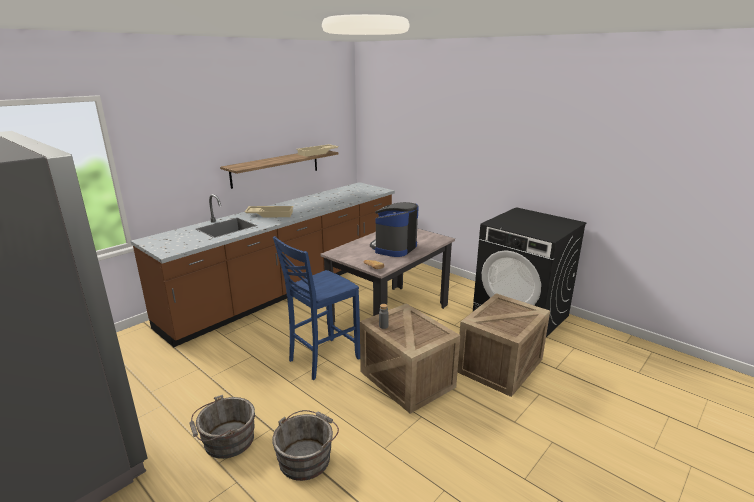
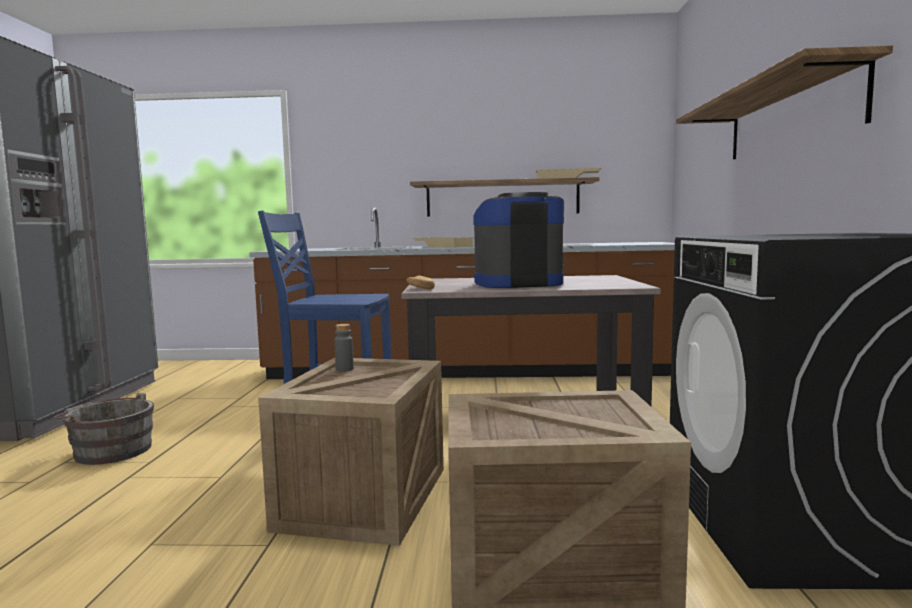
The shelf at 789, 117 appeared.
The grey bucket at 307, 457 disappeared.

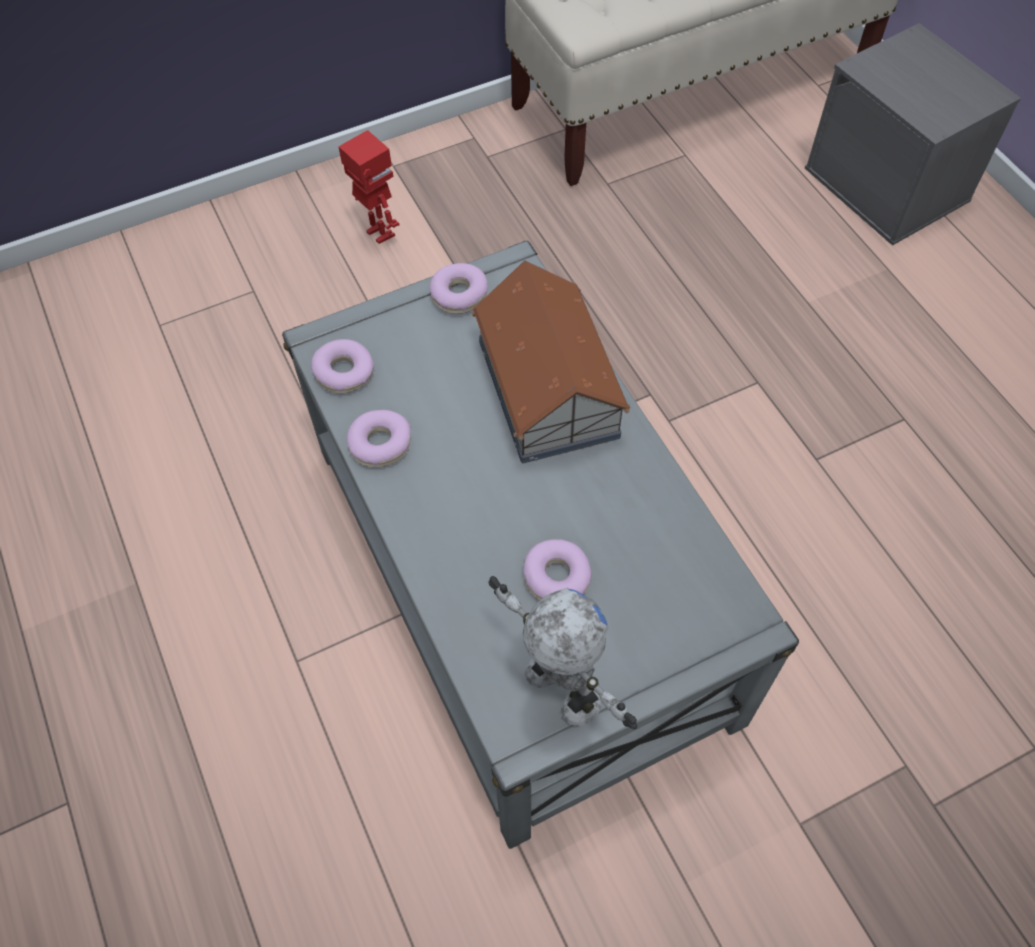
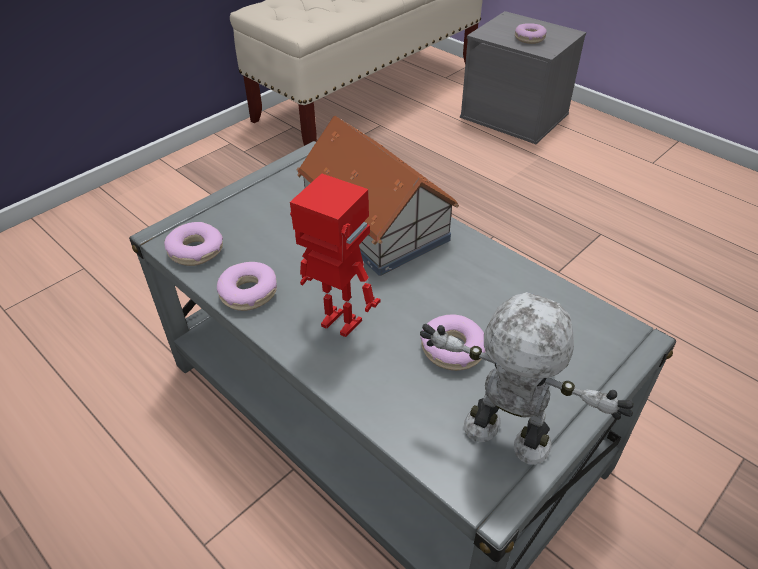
The toy robot moved from 379, 234 to 339, 324.
The donut moved from 459, 295 to 529, 38.

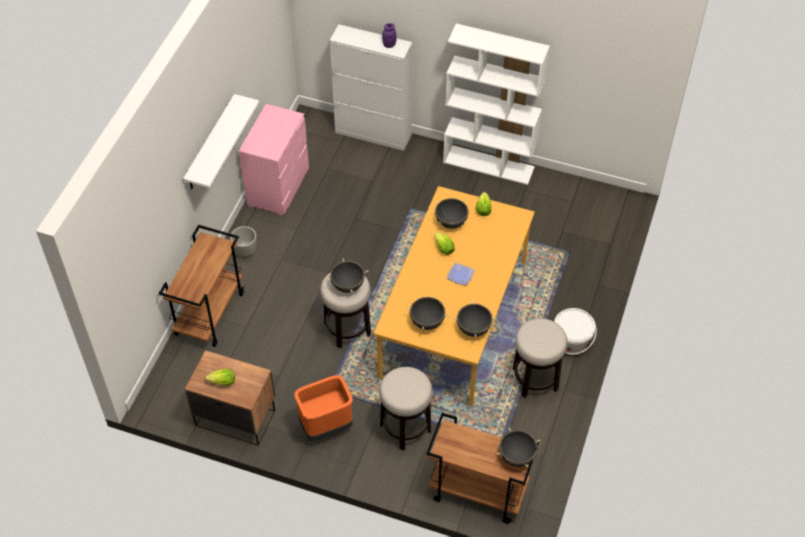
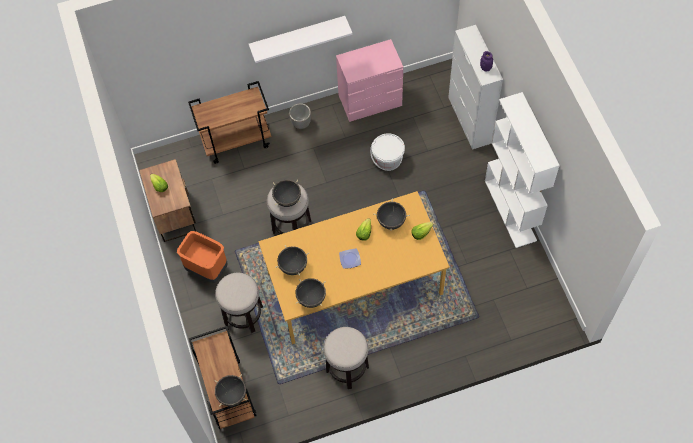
The whitish bucket moved from 571, 342 to 388, 160.

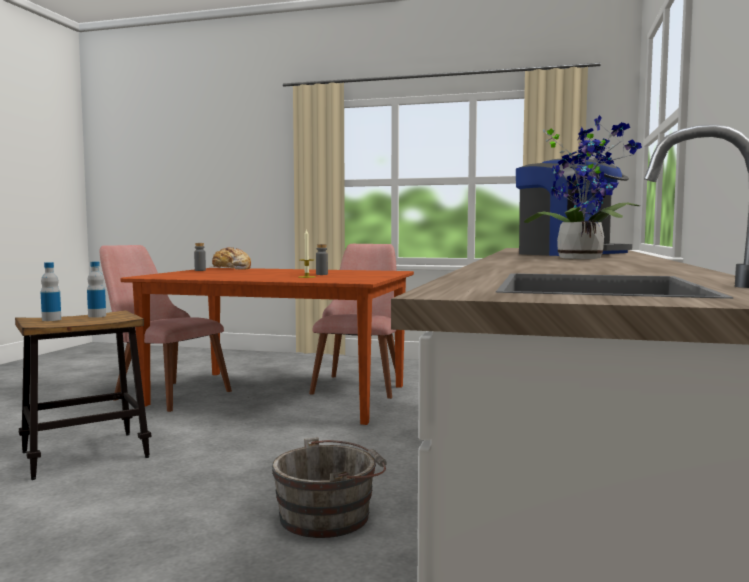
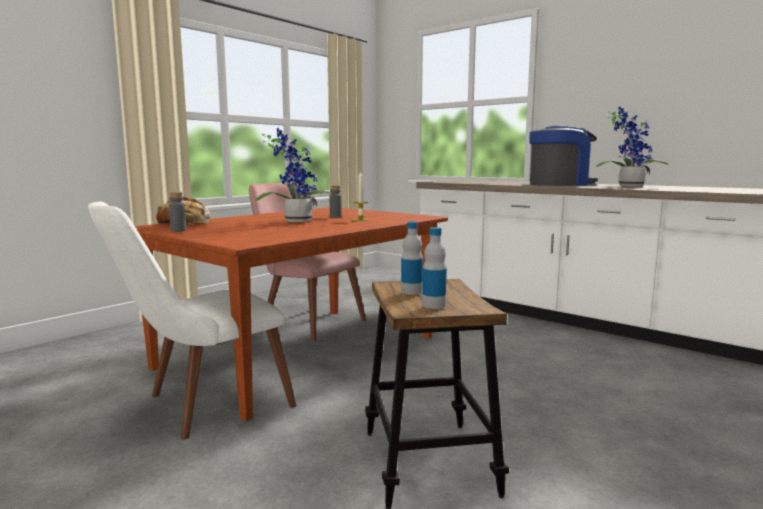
The pink-coloured chair at 161, 394 became the whitish chair at 202, 405.
The plant in a pot at 296, 221 appeared.
The grey bucket at 330, 516 disappeared.

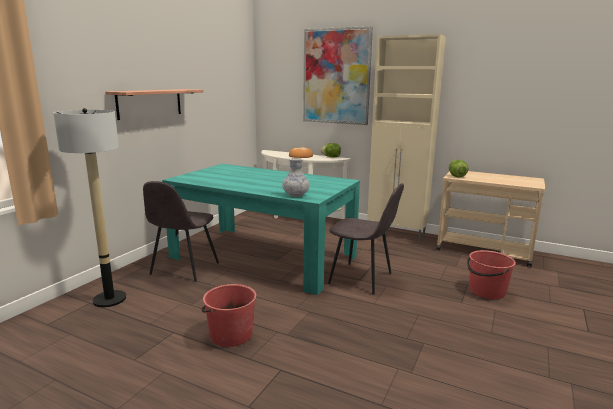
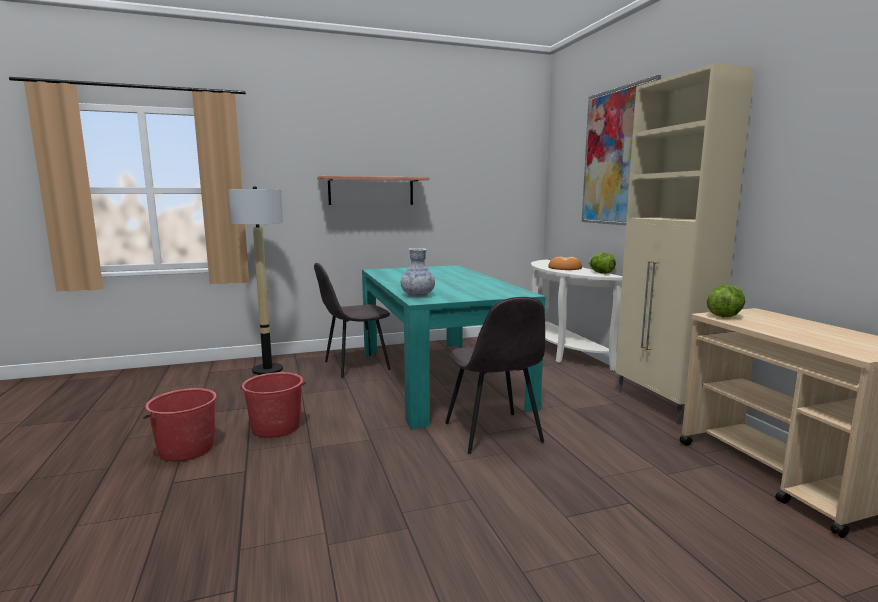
The red bucket moved from 486, 291 to 186, 449.

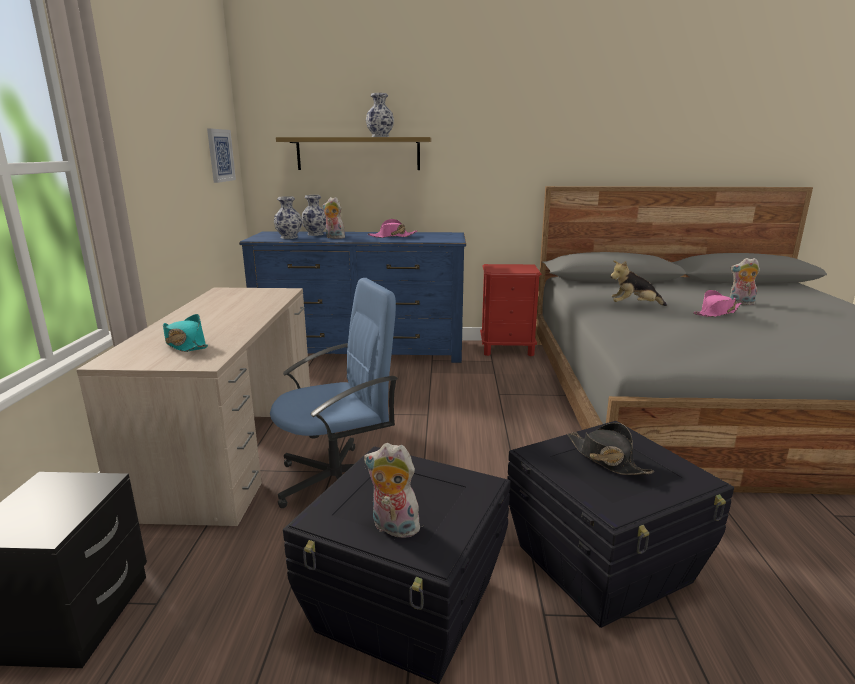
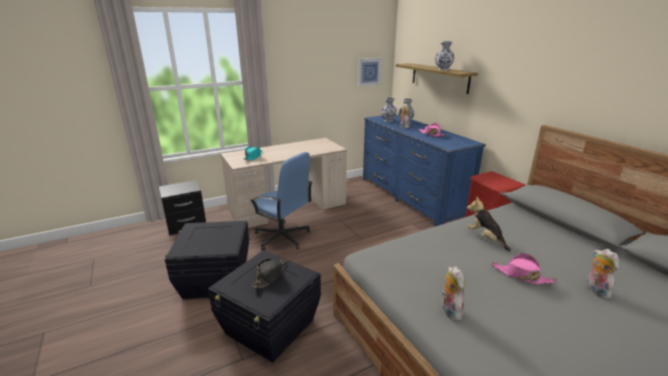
The soft toy moved from 393, 528 to 449, 310.

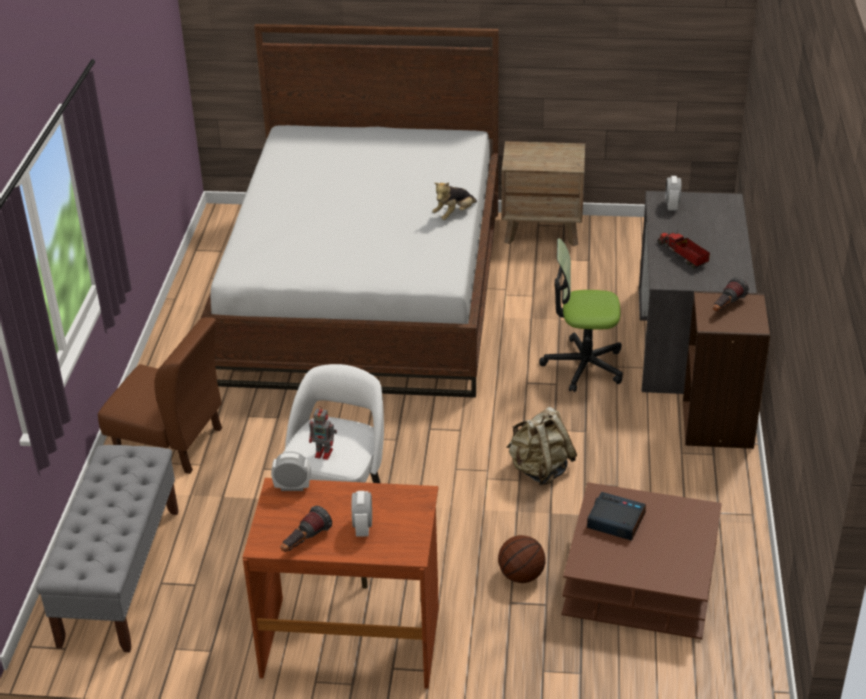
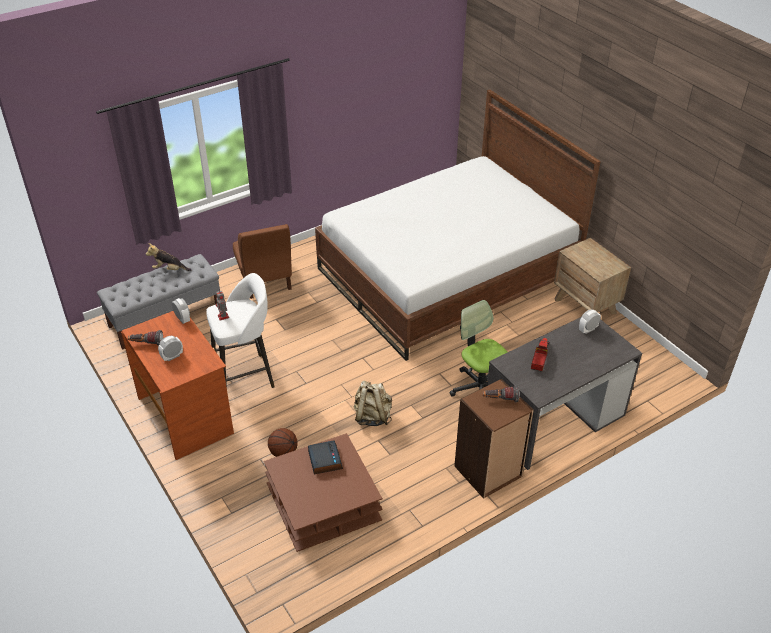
The soft toy moved from 454, 214 to 169, 269.

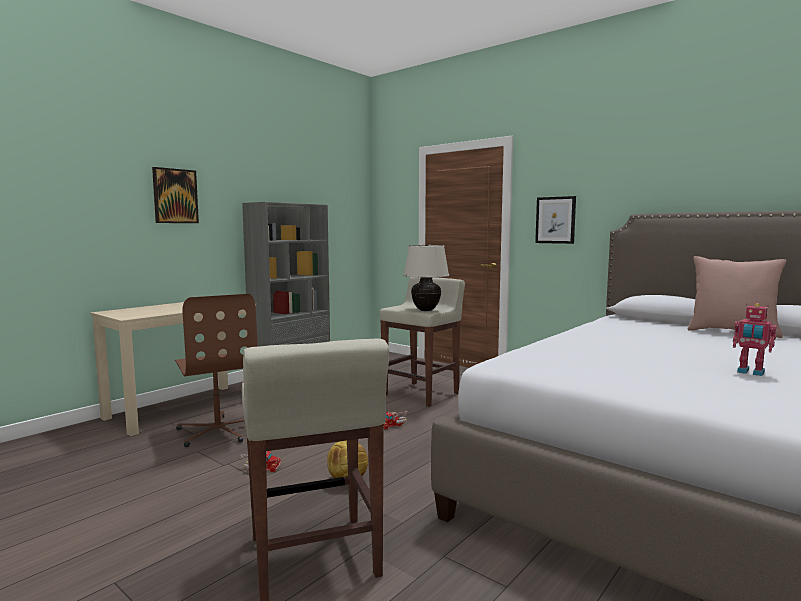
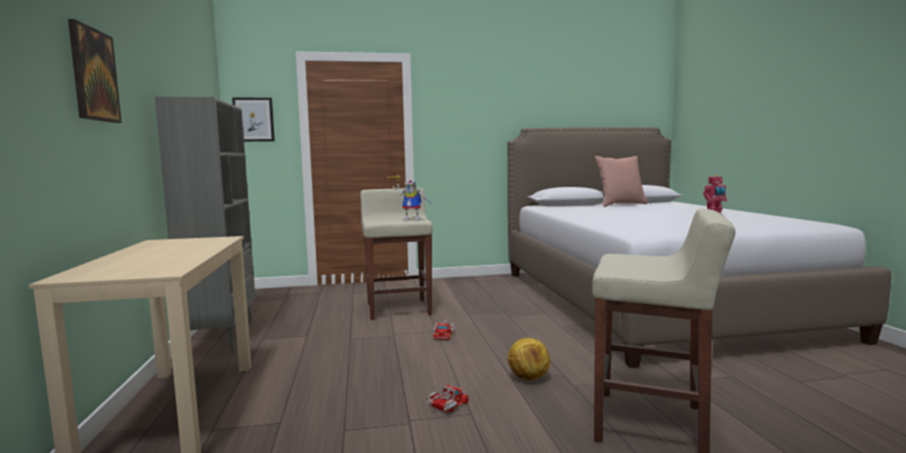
The picture moved from 555, 220 to 253, 119.
The beige-coloured table lamp at 426, 310 was replaced by the toy robot at 414, 220.
The brown desk chair at 218, 431 disappeared.

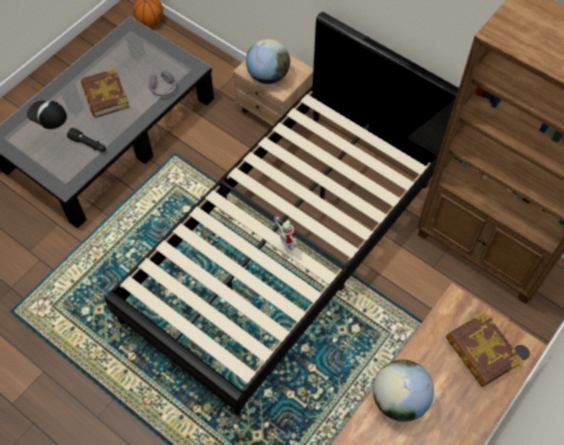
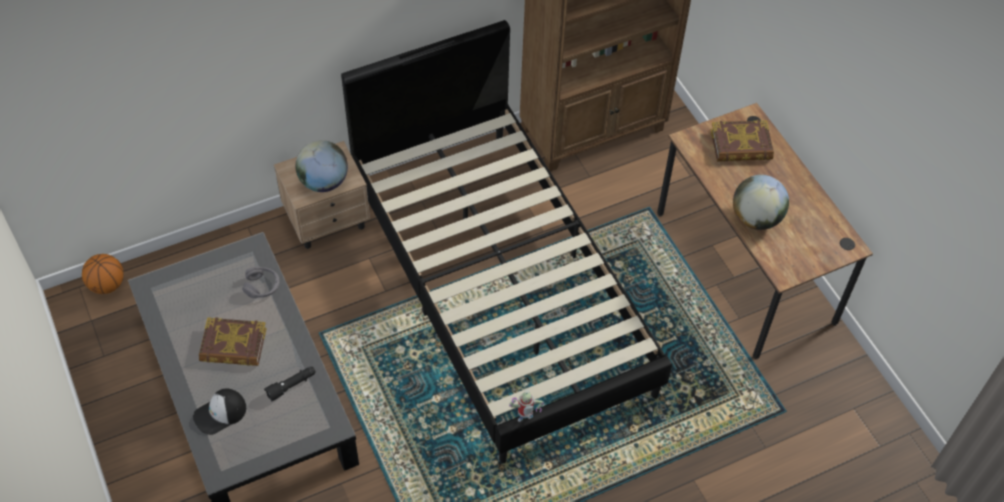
The toy robot moved from 286, 247 to 524, 420.

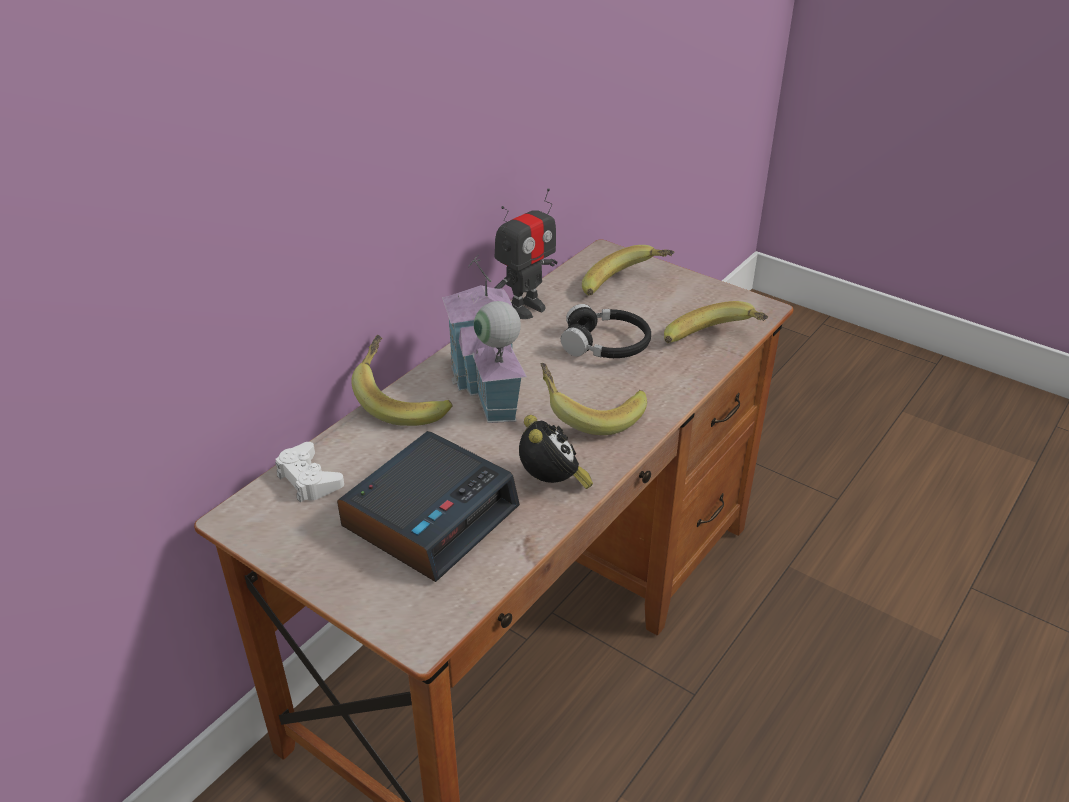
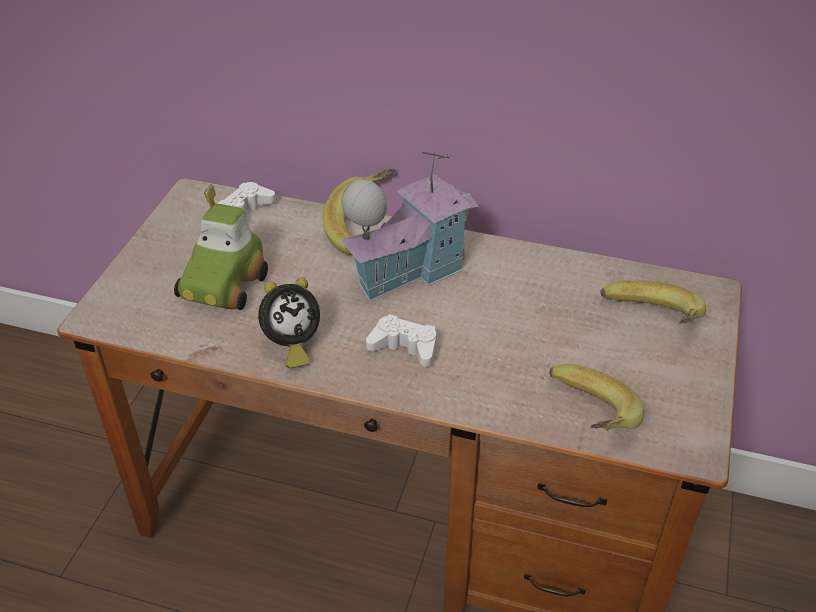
The alarm clock at 431, 516 was replaced by the toy car at 224, 285.
The banana at 590, 413 was replaced by the whitish joypad at 404, 346.
The toy robot at 525, 308 disappeared.
The black headphones at 606, 345 disappeared.

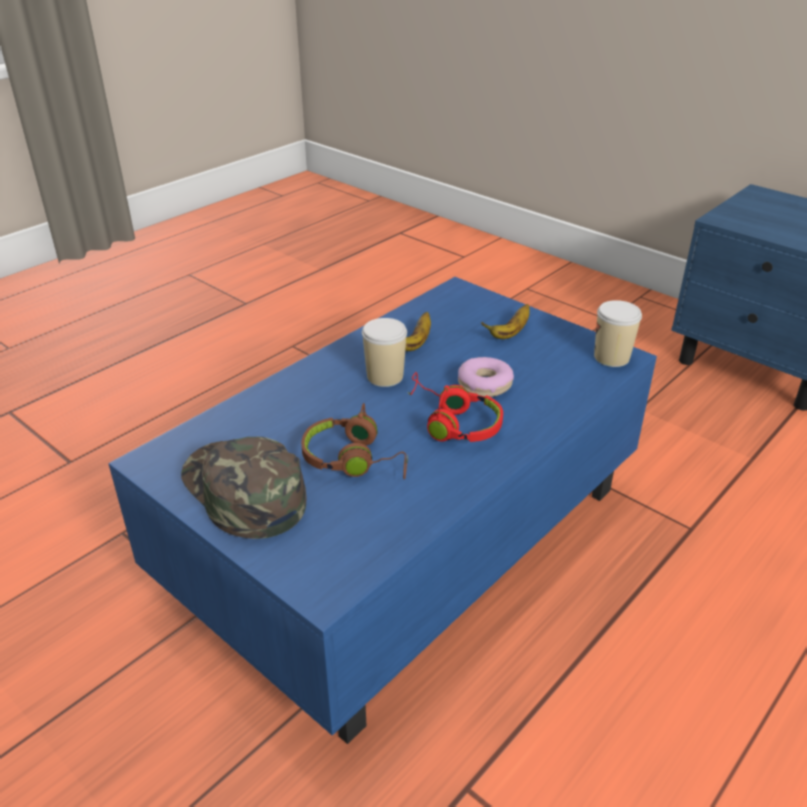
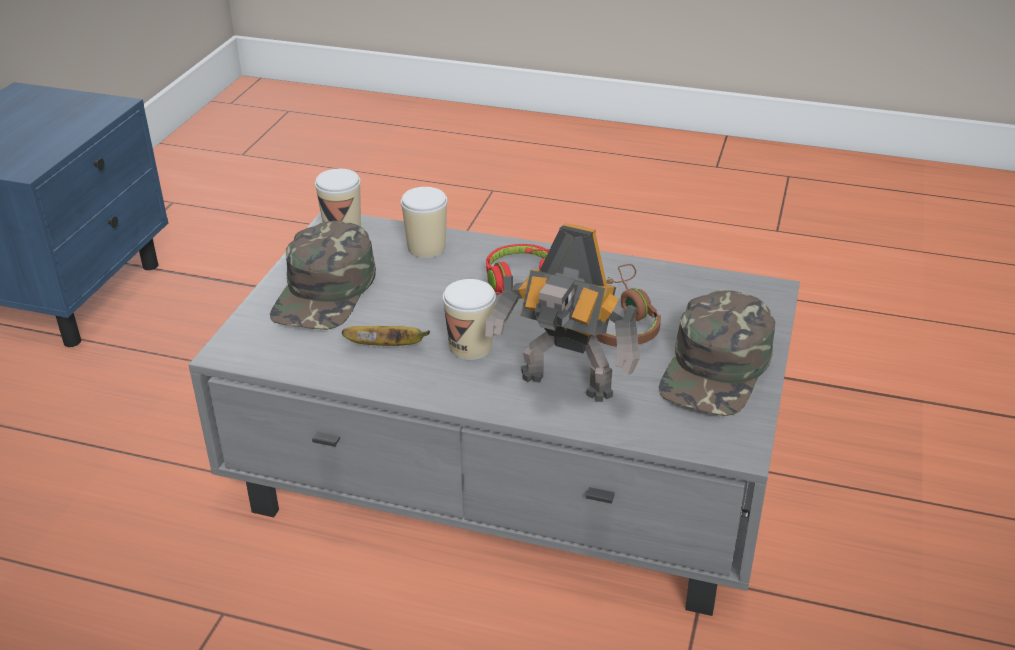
The blue low table at 403, 539 became the grey low table at 514, 472.
The banana at 510, 333 was replaced by the green-coloured peaked cap at 326, 291.
The cup at 426, 248 appeared.
The toy robot at 565, 387 appeared.
The donut at 485, 384 disappeared.

